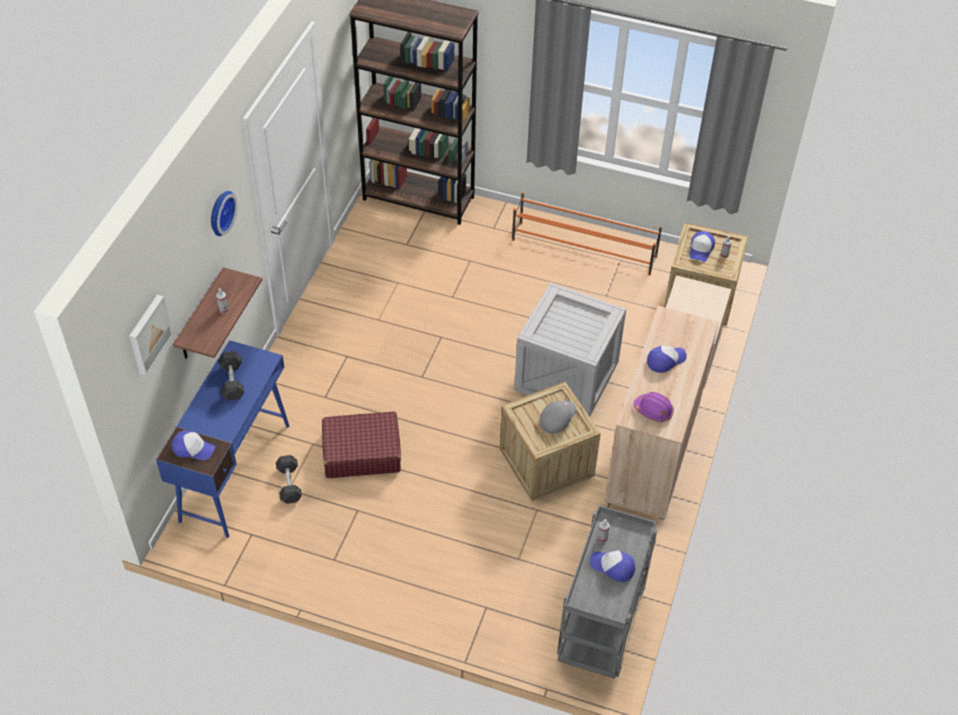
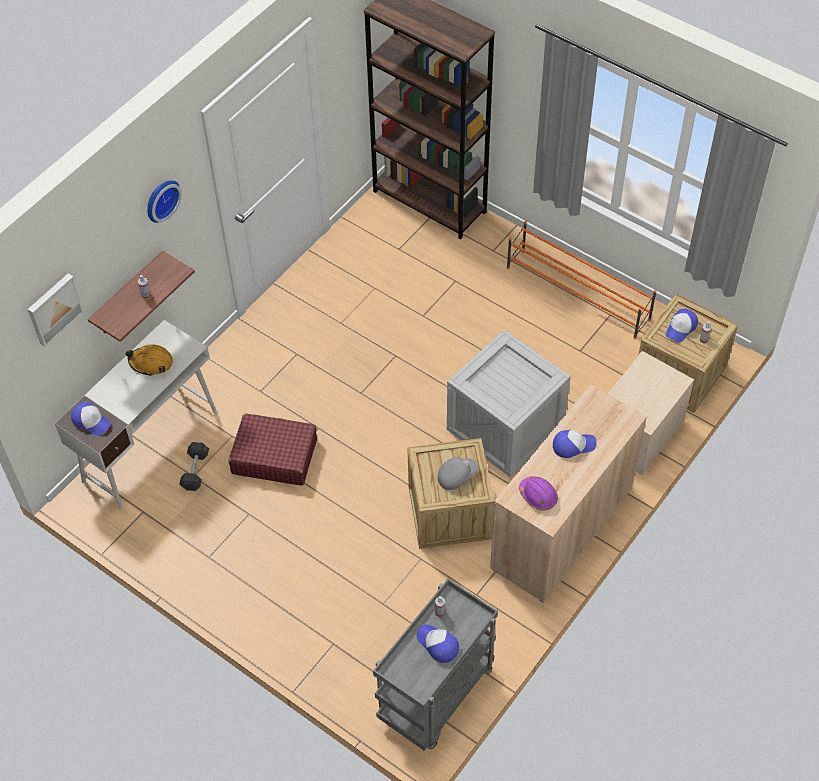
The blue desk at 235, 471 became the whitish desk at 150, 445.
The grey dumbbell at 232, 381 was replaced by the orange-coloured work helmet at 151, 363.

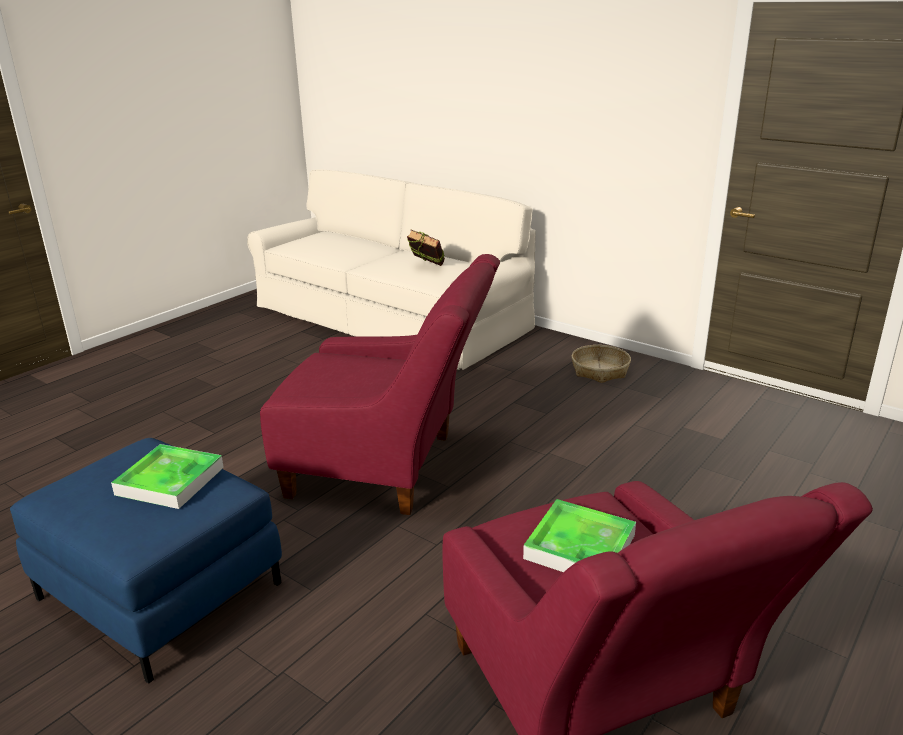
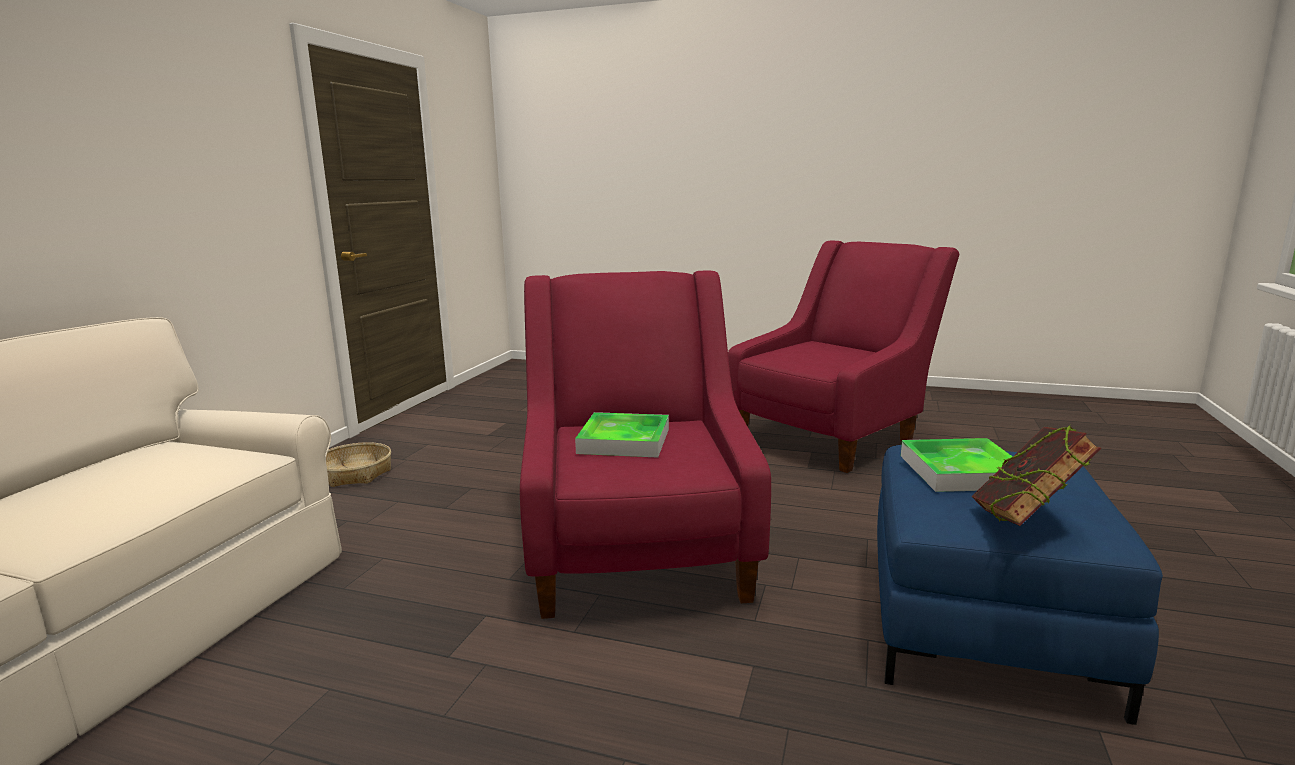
The carrying tray moved from 580, 547 to 624, 441.
The book moved from 426, 268 to 1026, 521.

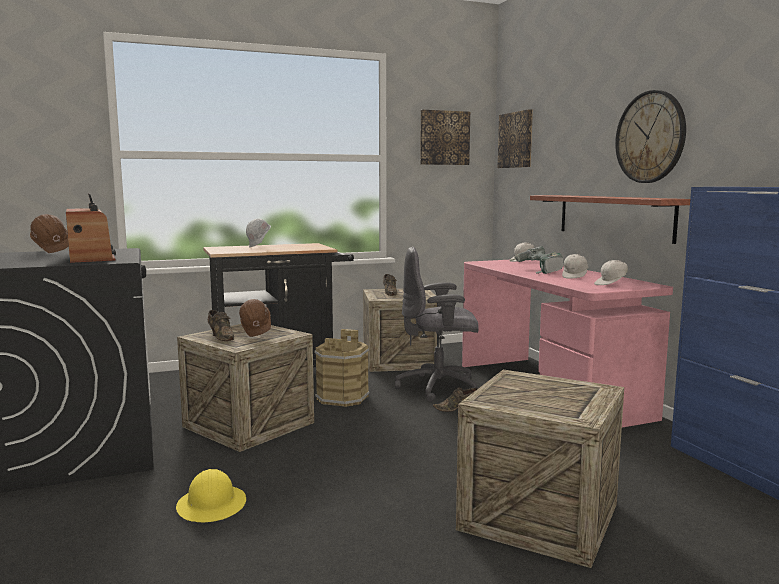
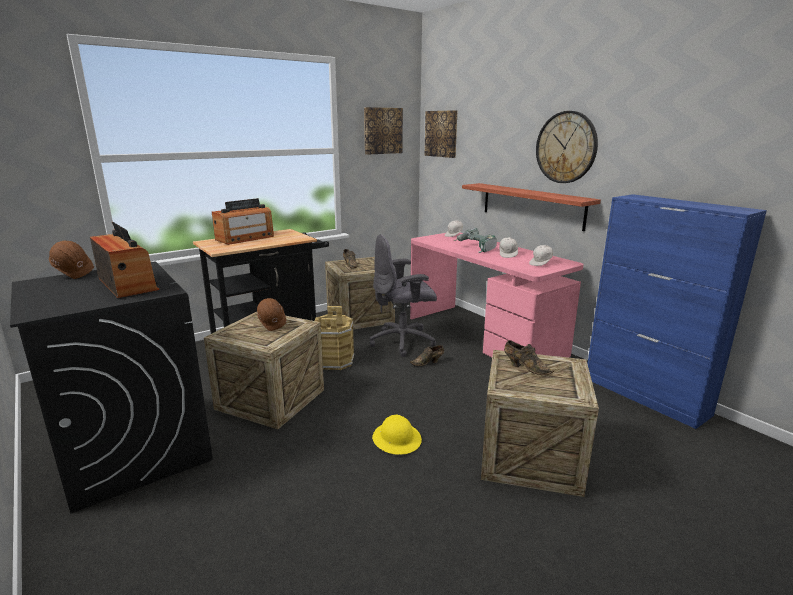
The whitish work helmet at 259, 246 was replaced by the radio receiver at 245, 238.
The yellowish work helmet moved from 212, 505 to 397, 439.
The brown item of footwear moved from 221, 337 to 525, 368.

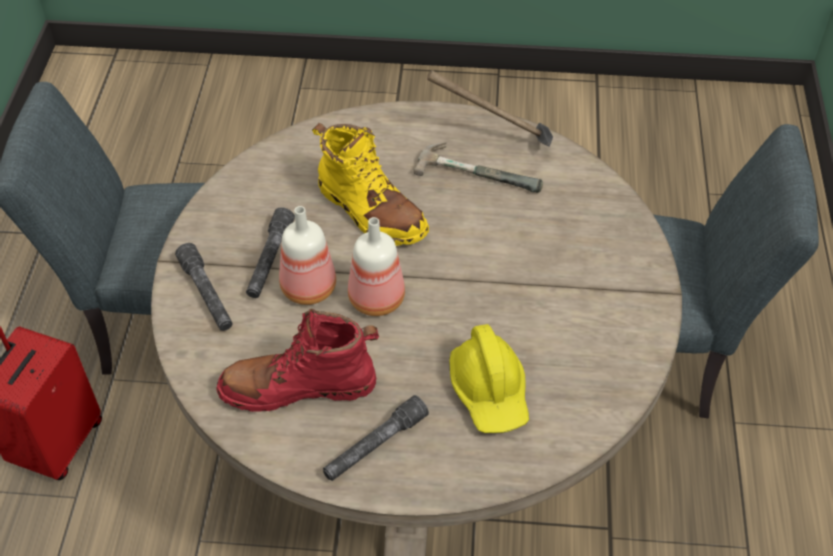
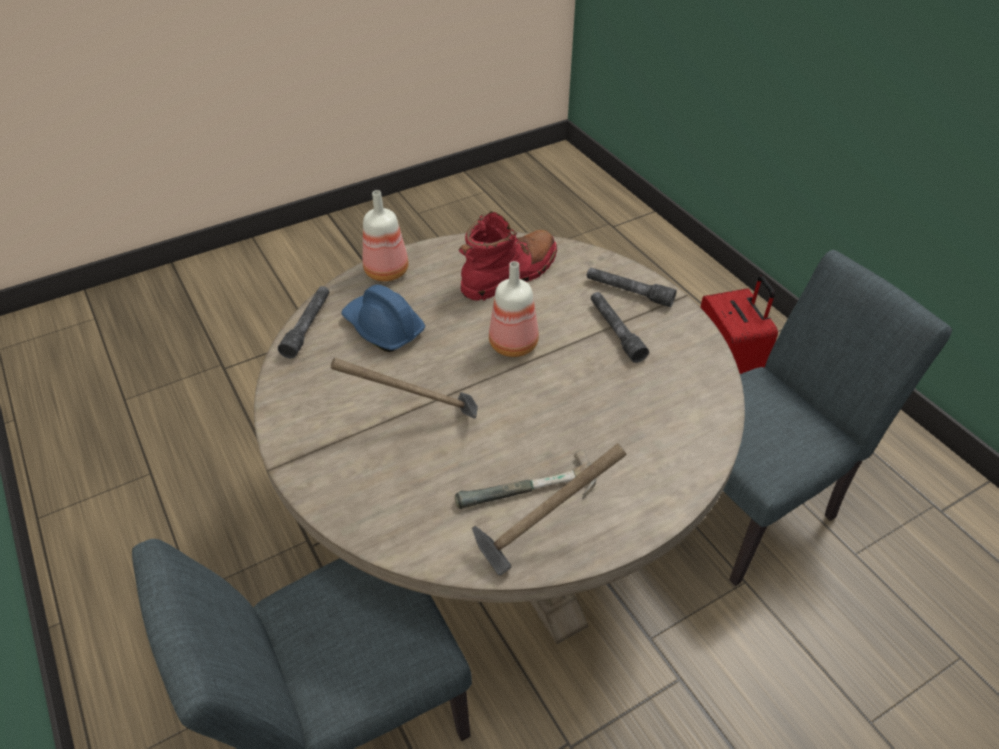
The grey flashlight moved from 375, 445 to 308, 326.
The hammer at 417, 420 appeared.
The yellowish work helmet at 490, 391 became the blue work helmet at 383, 328.
The drink bottle moved from 307, 287 to 388, 271.
The yellowish high-top boot at 371, 211 disappeared.

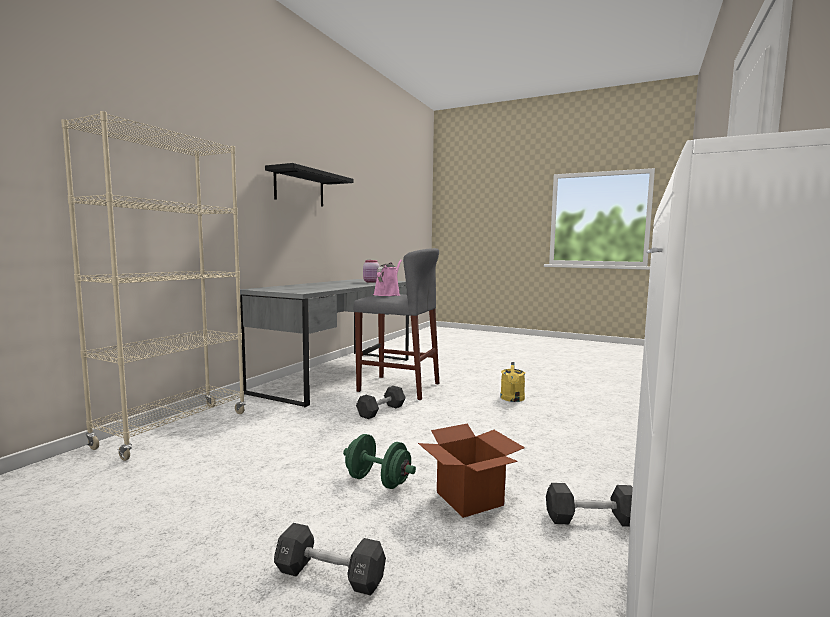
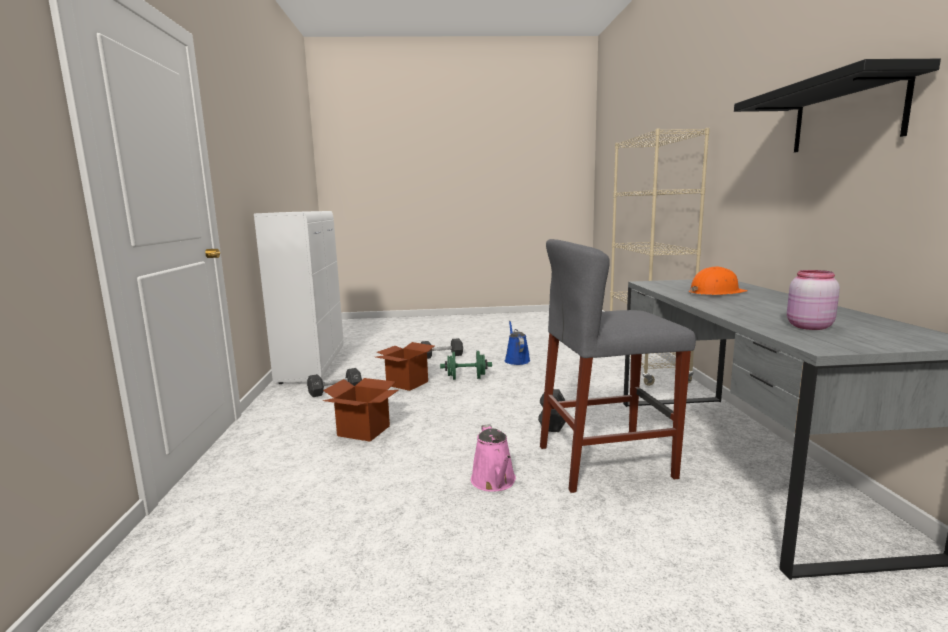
The packing box at 363, 431 appeared.
The pink-coloured sprinkling can moved from 388, 294 to 494, 482.
The blue sprinkling can at 516, 360 appeared.
The orange-coloured work helmet at 715, 293 appeared.
The yellowish sprinkling can at 512, 399 disappeared.

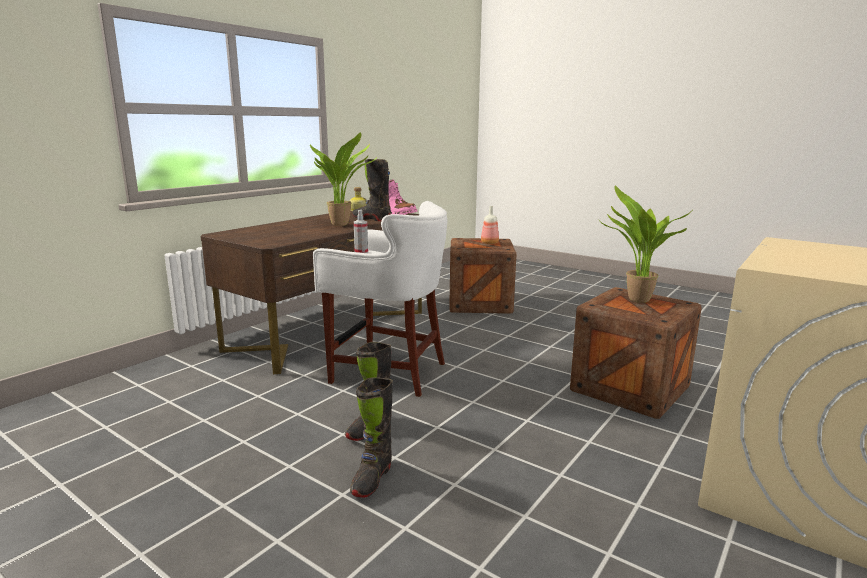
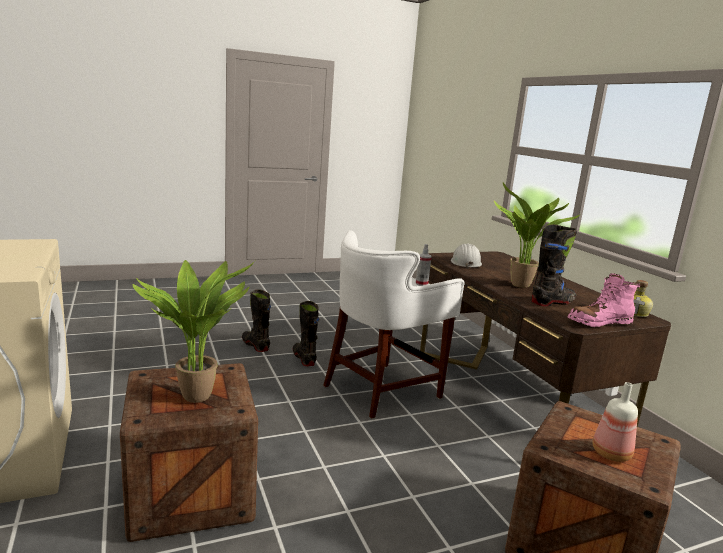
The whitish work helmet at 465, 262 appeared.

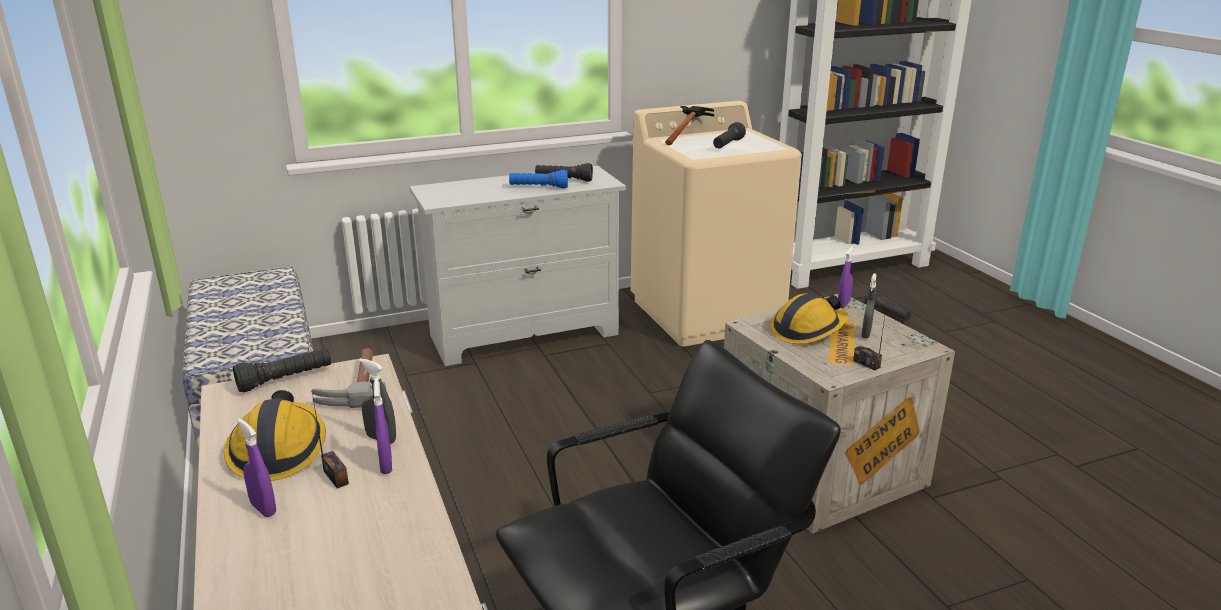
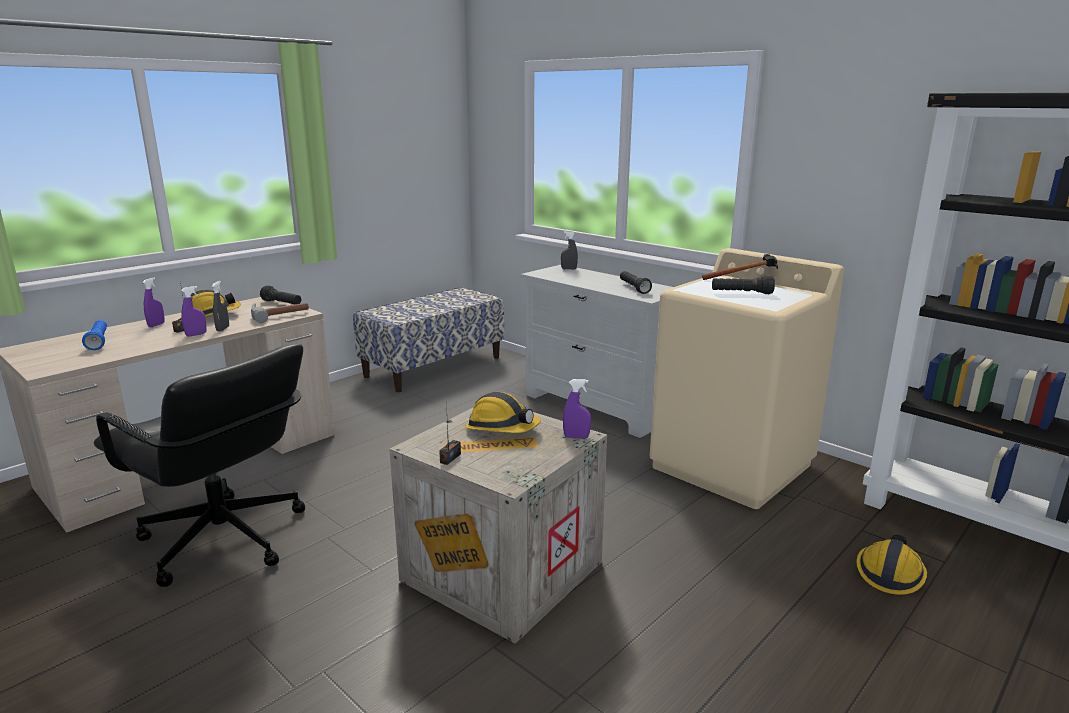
The blue flashlight moved from 538, 187 to 98, 342.
The grey spray bottle moved from 866, 334 to 569, 269.
The black flashlight at 887, 313 was replaced by the work helmet at 889, 573.

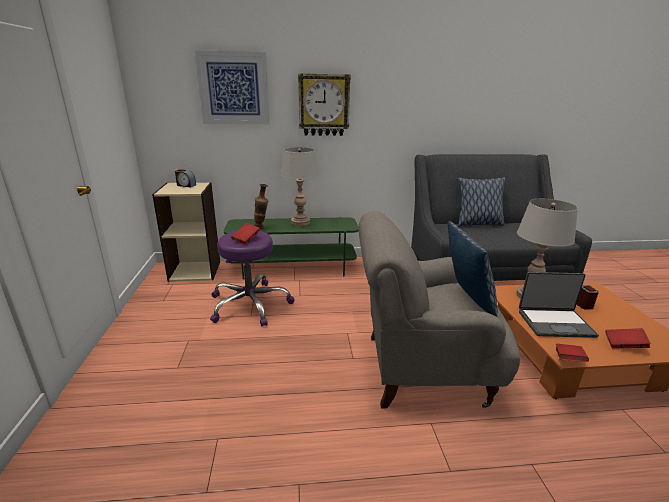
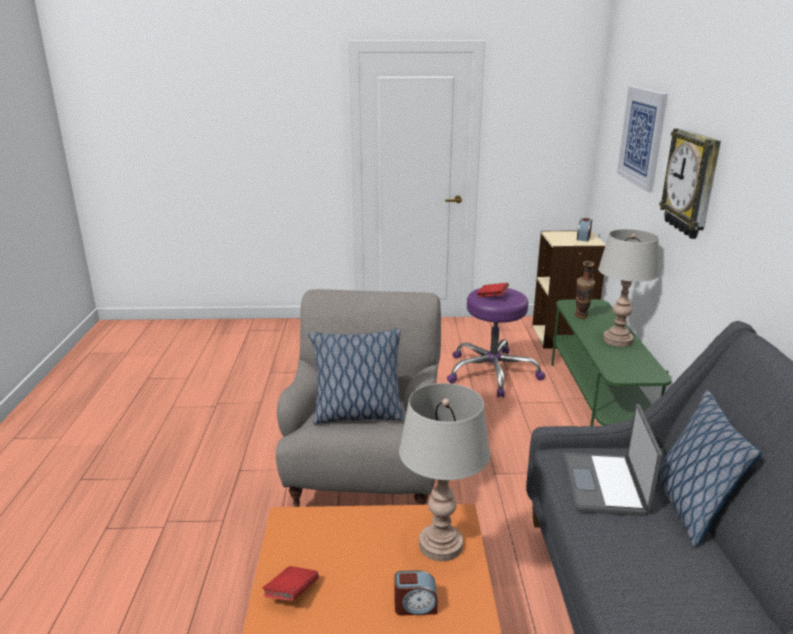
The notebook computer moved from 554, 323 to 606, 485.
The red book at 568, 360 disappeared.

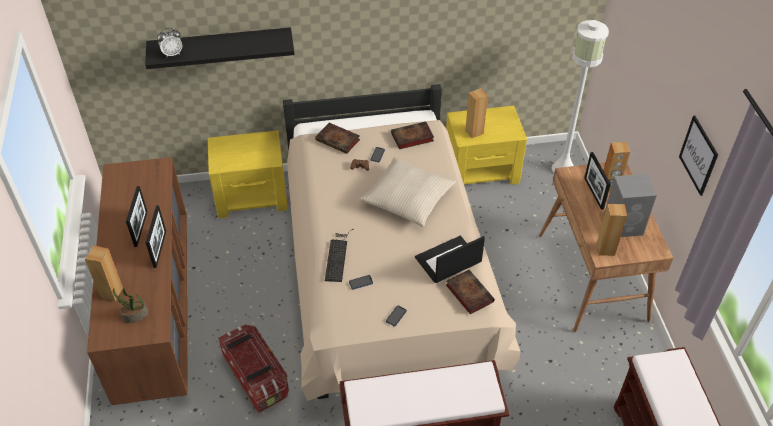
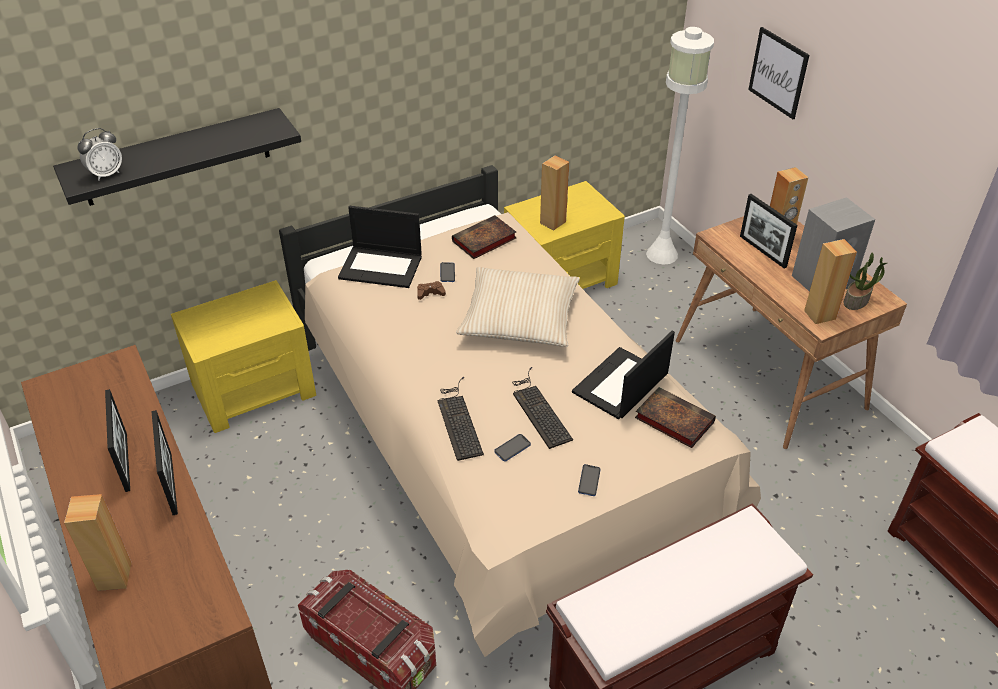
The book at 339, 140 was replaced by the notebook computer at 382, 267.
The PC keyboard at 538, 409 appeared.
The picture moved from 698, 155 to 778, 72.
The plant in a pot moved from 135, 316 to 856, 301.

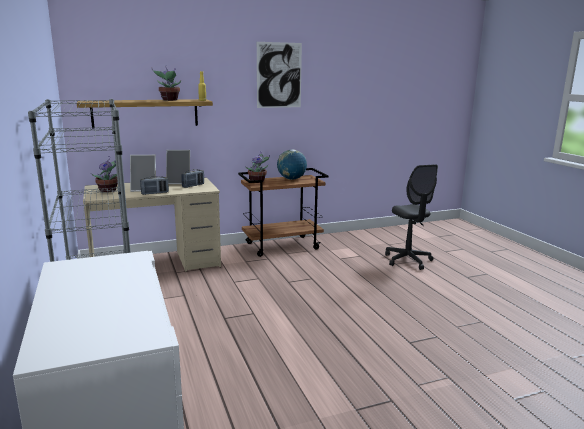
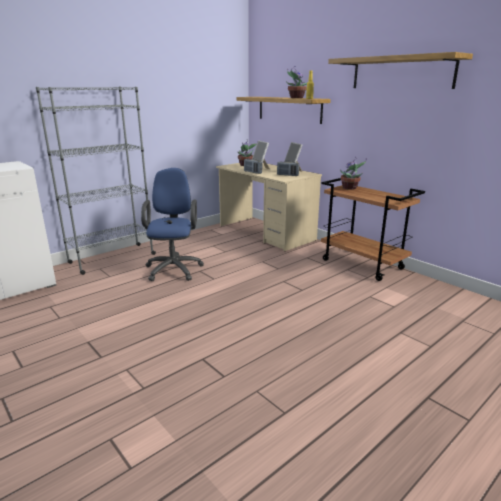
The blue desk chair at 174, 268 appeared.
The picture at 279, 75 was replaced by the shelf at 401, 73.
The globe at 291, 179 disappeared.
The grey desk chair at 408, 260 disappeared.

